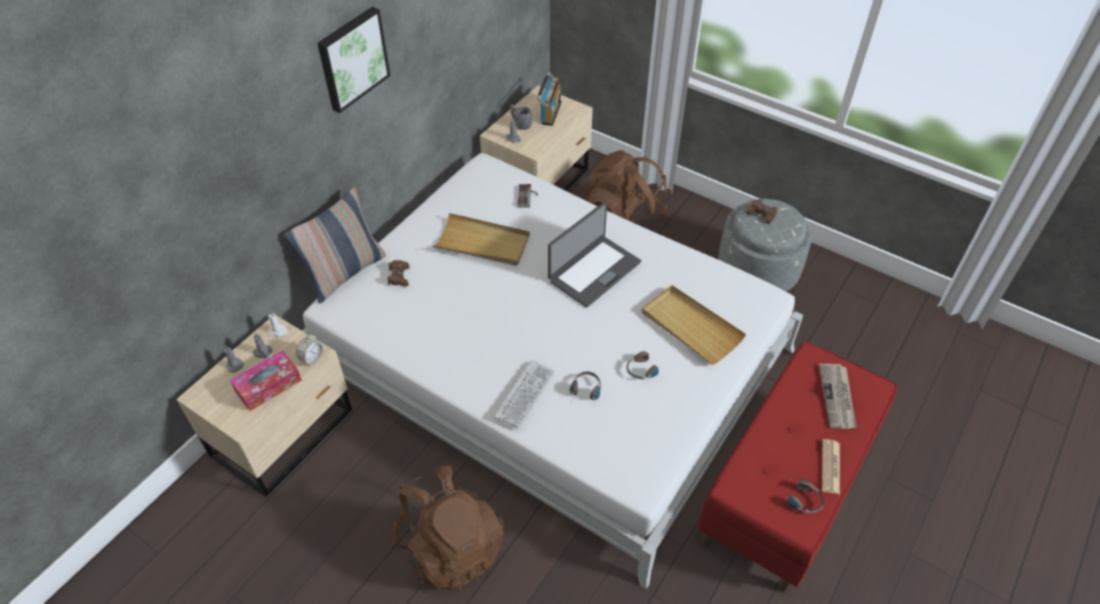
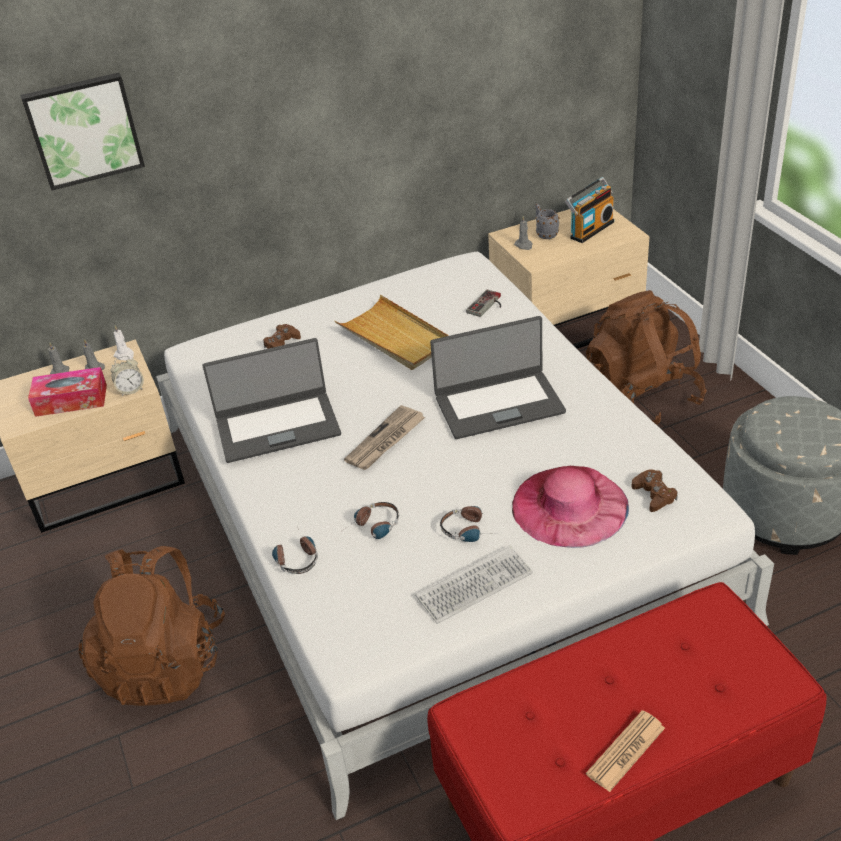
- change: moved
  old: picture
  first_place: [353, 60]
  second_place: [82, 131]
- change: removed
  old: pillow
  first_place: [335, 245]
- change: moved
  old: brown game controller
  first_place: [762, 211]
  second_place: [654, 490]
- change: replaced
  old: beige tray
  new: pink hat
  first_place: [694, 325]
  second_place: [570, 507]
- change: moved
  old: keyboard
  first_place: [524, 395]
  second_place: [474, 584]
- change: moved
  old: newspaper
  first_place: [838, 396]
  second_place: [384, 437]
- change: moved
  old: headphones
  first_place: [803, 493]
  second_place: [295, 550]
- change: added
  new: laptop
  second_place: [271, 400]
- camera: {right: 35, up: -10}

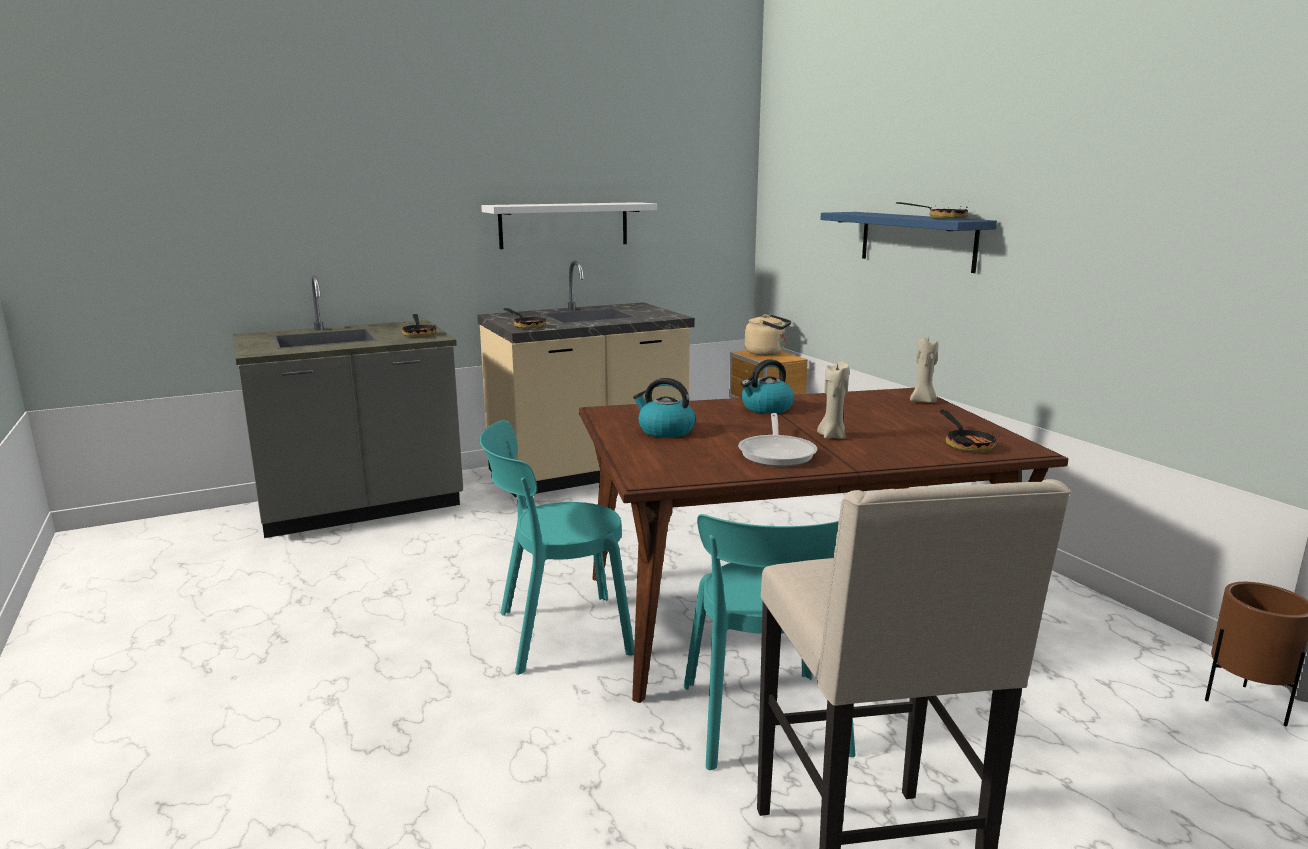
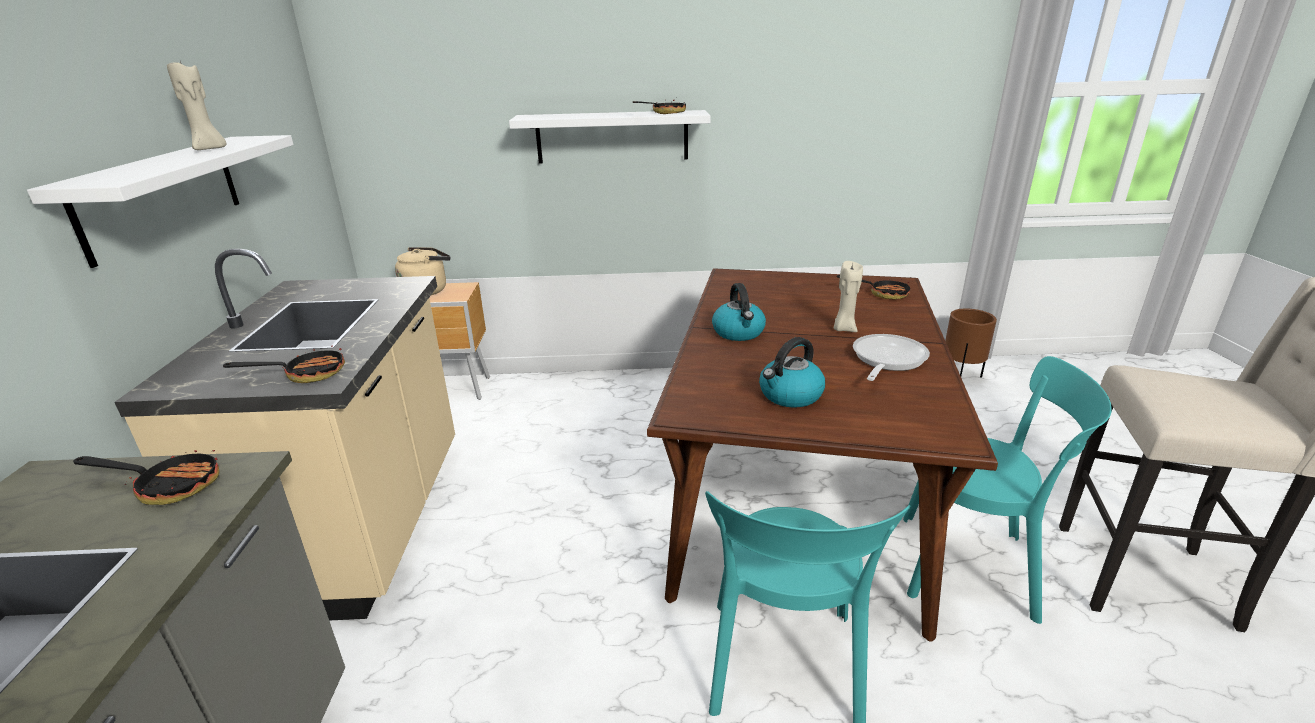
- change: recoloured
  old: blue shelf
  new: white shelf
  first_place: [908, 242]
  second_place: [610, 137]
- change: moved
  old: beige candle
  first_place: [924, 370]
  second_place: [197, 105]
- change: turned
  old: frying pan
  first_place: [777, 440]
  second_place: [891, 357]
  degrees: -90
- camera: {right: -65, up: 10}

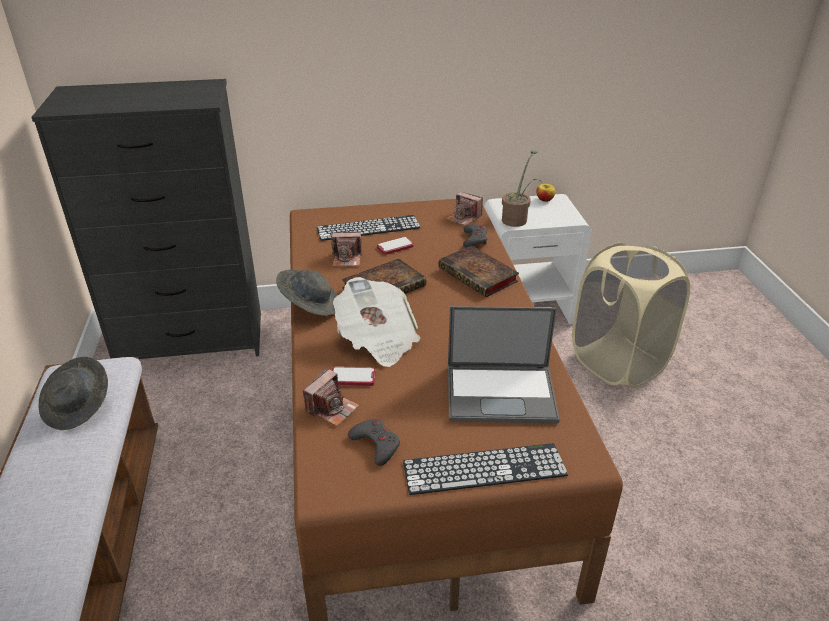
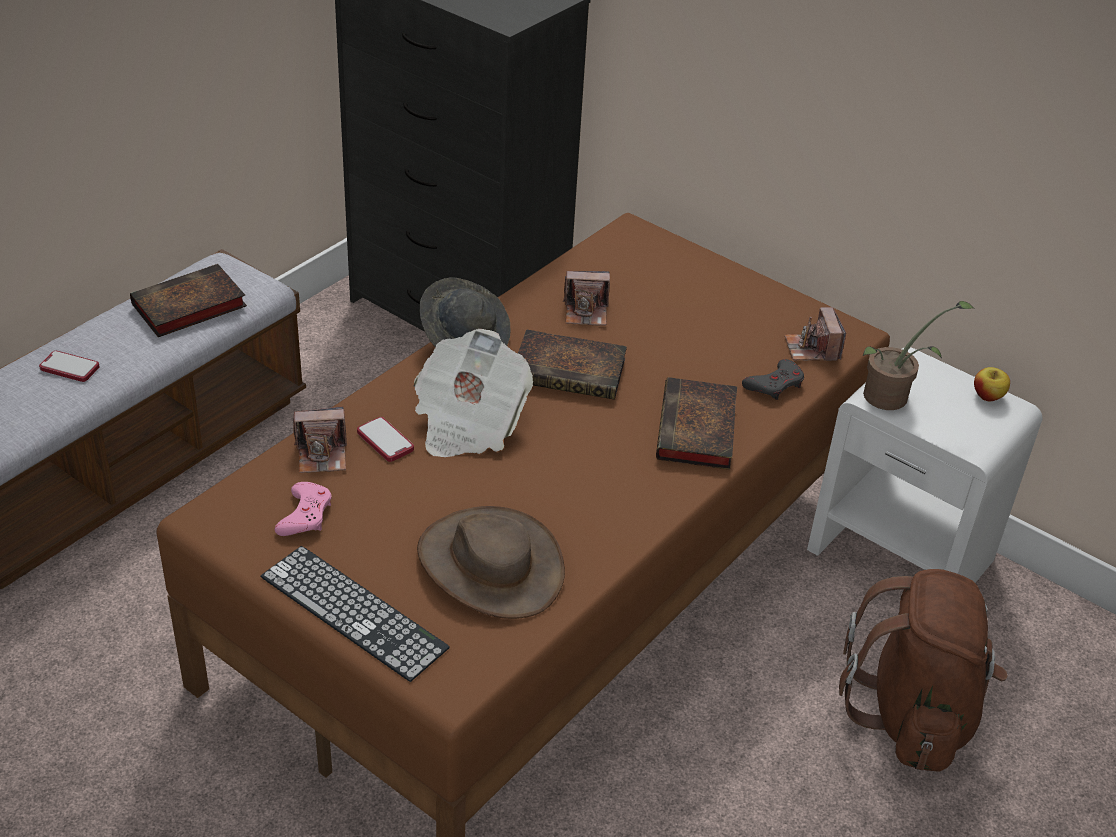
- change: removed
  old: keyboard
  first_place: [369, 228]
- change: turned
  old: photo camera
  first_place: [346, 249]
  second_place: [586, 298]
  degrees: -45
- change: moved
  old: phone
  first_place: [395, 246]
  second_place: [69, 366]
- change: replaced
  old: beige laundry basket
  new: brown backpack
  first_place: [631, 315]
  second_place: [923, 670]
- change: replaced
  old: laptop
  new: brown hat
  first_place: [504, 364]
  second_place: [491, 562]
- change: replaced
  old: grey hat
  new: book
  first_place: [73, 393]
  second_place: [188, 300]
- change: recoloured
  old: grey game controller
  new: pink game controller
  first_place: [374, 442]
  second_place: [303, 509]
- camera: {right: 45, up: 5}

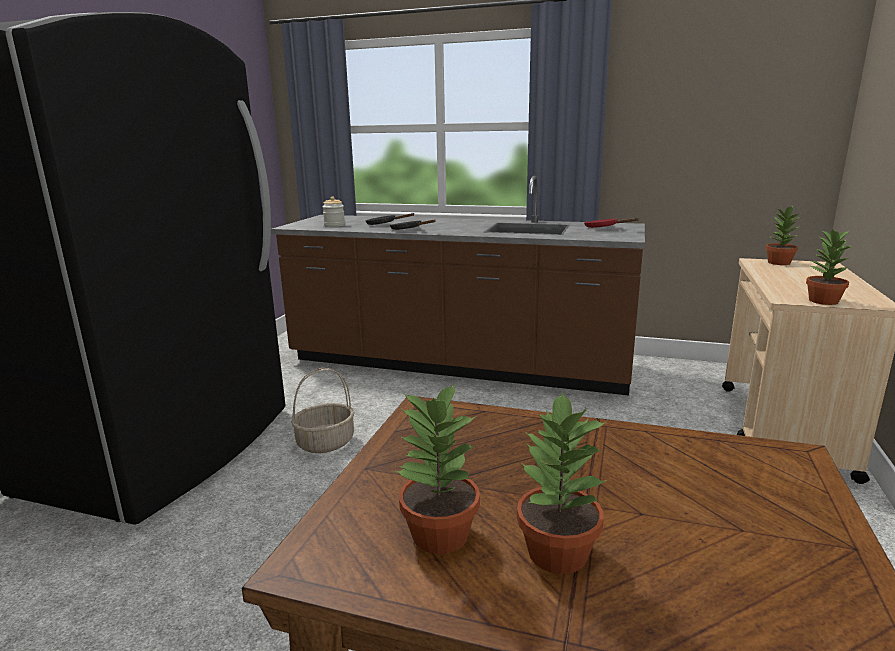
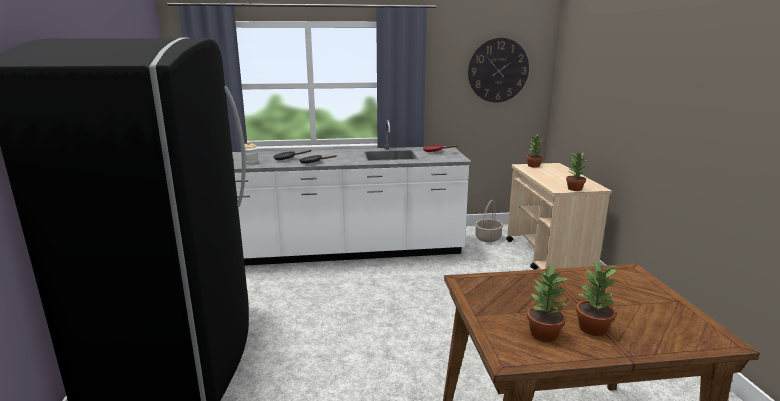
- change: recoloured
  old: brown counter
  new: white counter
  first_place: [458, 286]
  second_place: [352, 193]
- change: moved
  old: basket
  first_place: [323, 410]
  second_place: [489, 221]
- change: added
  new: wall clock
  second_place: [498, 70]
- camera: {right: -25, up: 0}

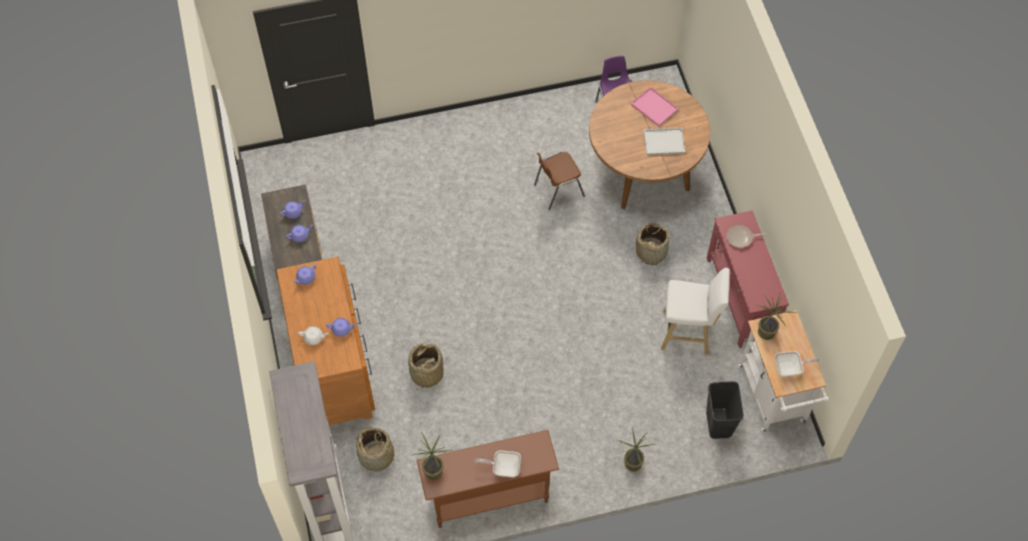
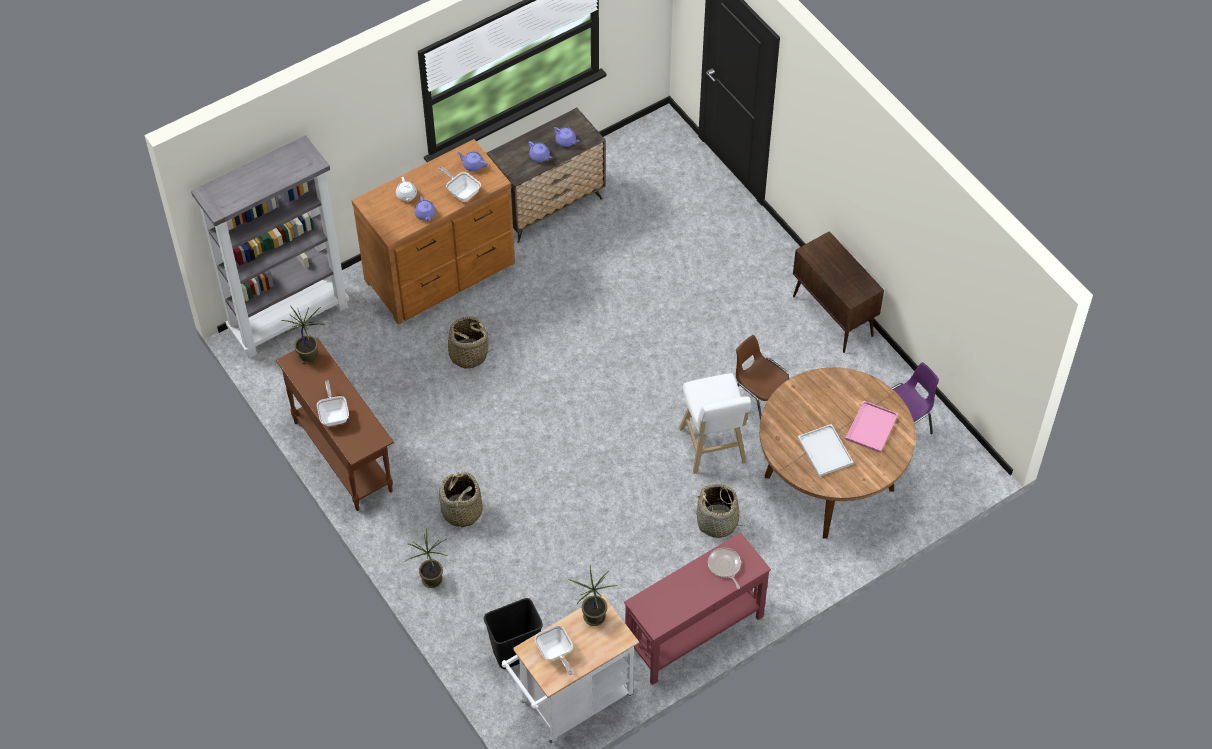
- change: moved
  old: white stool
  first_place: [695, 311]
  second_place: [715, 423]
- change: moved
  old: basket
  first_place: [375, 450]
  second_place: [461, 501]
- change: added
  new: frying pan
  second_place: [459, 184]
- change: added
  new: brown cabinet
  second_place: [838, 292]
- camera: {right: 70, up: -5}

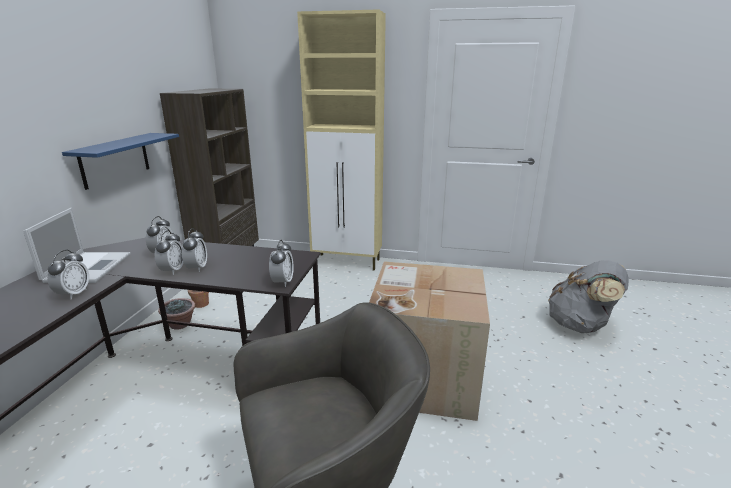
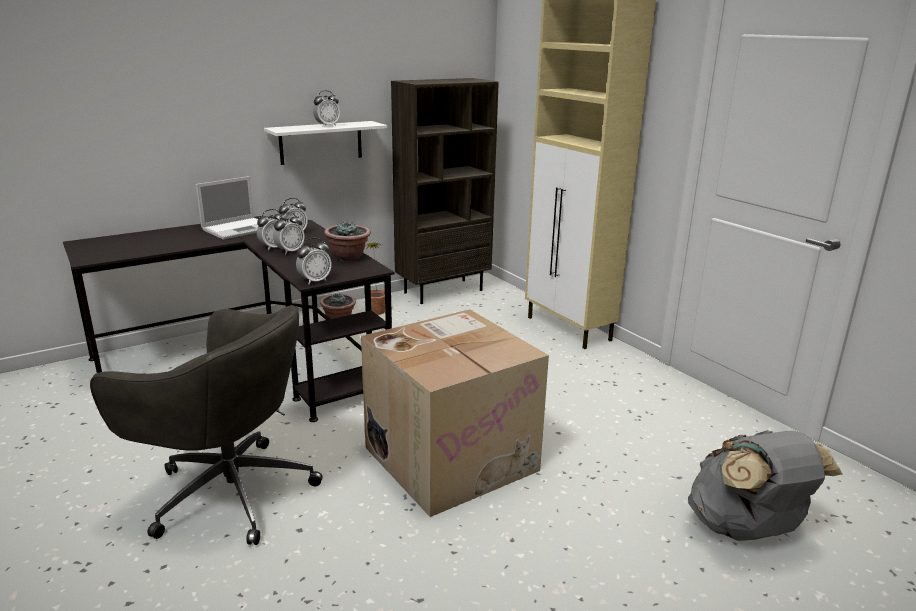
- change: recoloured
  old: blue shelf
  new: white shelf
  first_place: [120, 161]
  second_place: [325, 143]
- change: moved
  old: alarm clock
  first_place: [68, 274]
  second_place: [326, 108]
- change: added
  new: potted plant
  second_place: [347, 241]
- camera: {right: 45, up: 0}

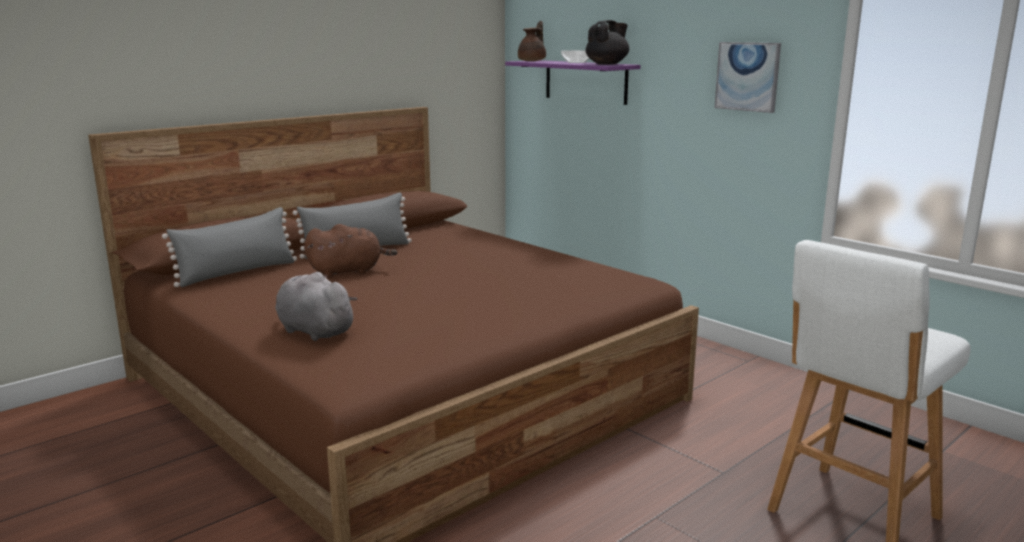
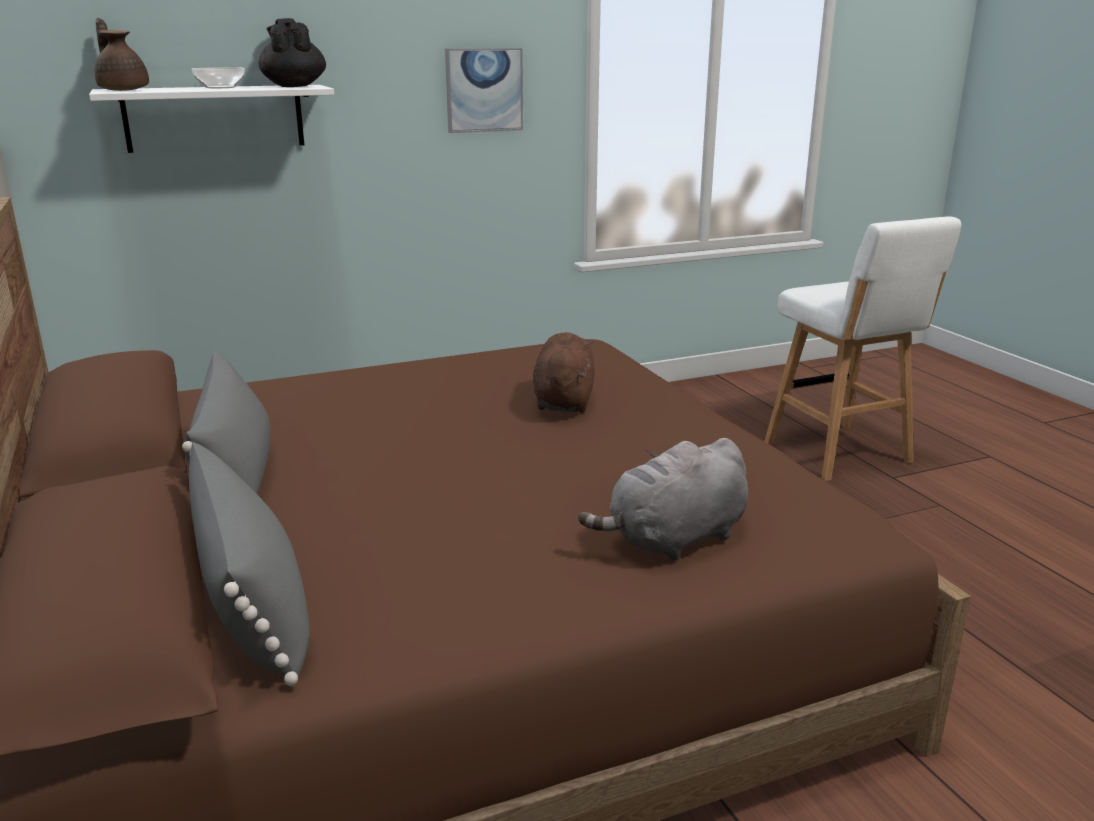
- change: recoloured
  old: purple shelf
  new: white shelf
  first_place: [572, 82]
  second_place: [211, 119]
- change: moved
  old: brown plush toy
  first_place: [350, 250]
  second_place: [564, 373]
- camera: {right: -70, up: 5}

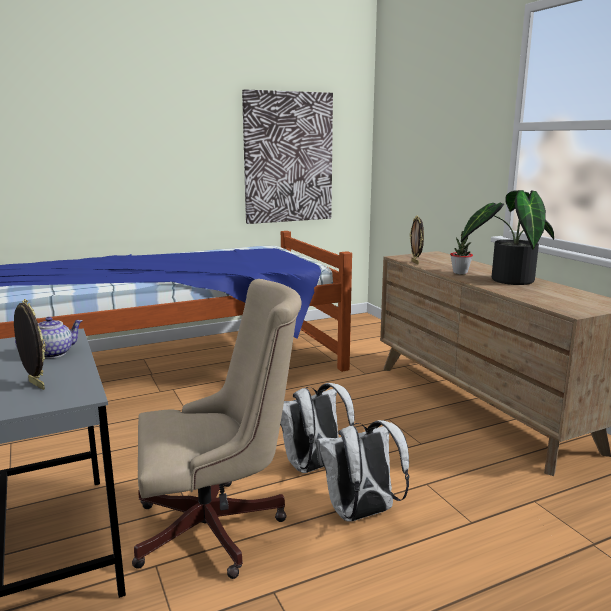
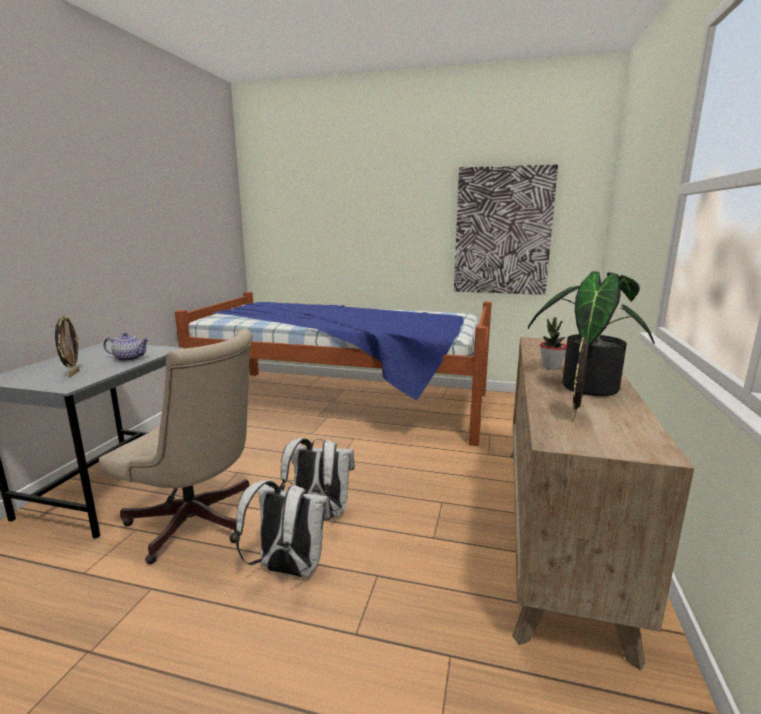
- change: moved
  old: picture frame
  first_place: [417, 239]
  second_place: [580, 379]
- camera: {right: 40, up: 0}

